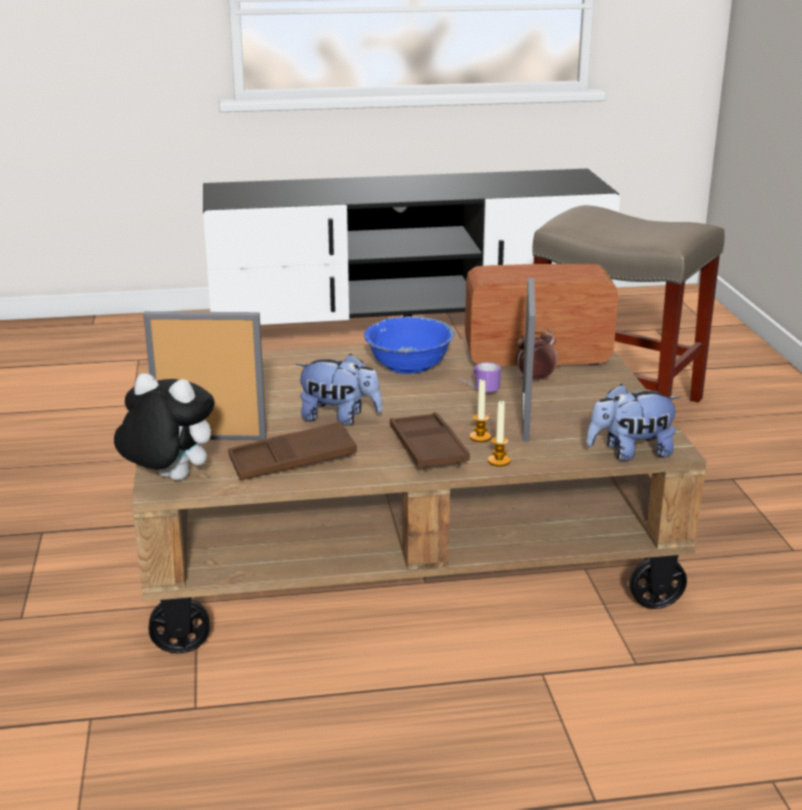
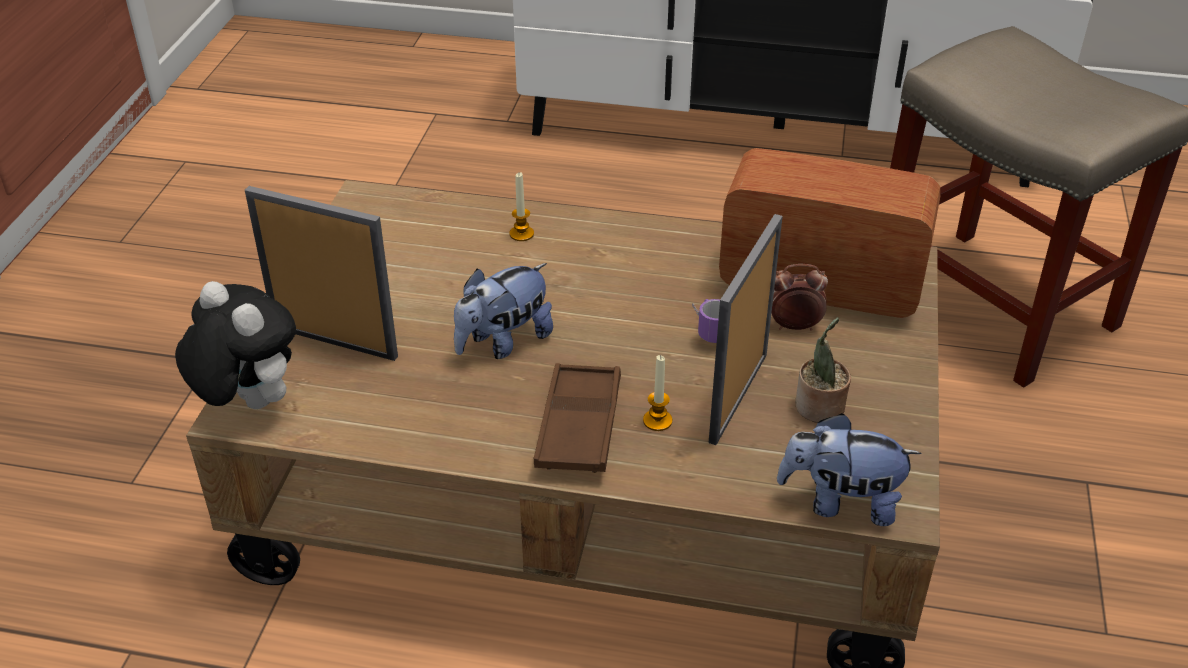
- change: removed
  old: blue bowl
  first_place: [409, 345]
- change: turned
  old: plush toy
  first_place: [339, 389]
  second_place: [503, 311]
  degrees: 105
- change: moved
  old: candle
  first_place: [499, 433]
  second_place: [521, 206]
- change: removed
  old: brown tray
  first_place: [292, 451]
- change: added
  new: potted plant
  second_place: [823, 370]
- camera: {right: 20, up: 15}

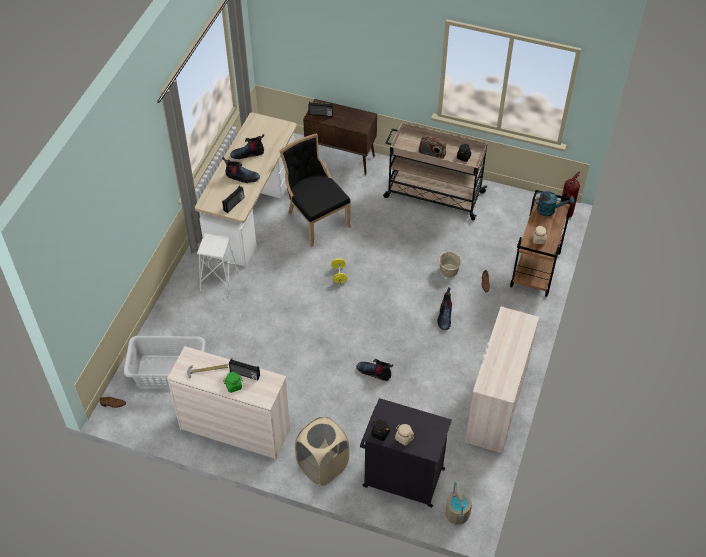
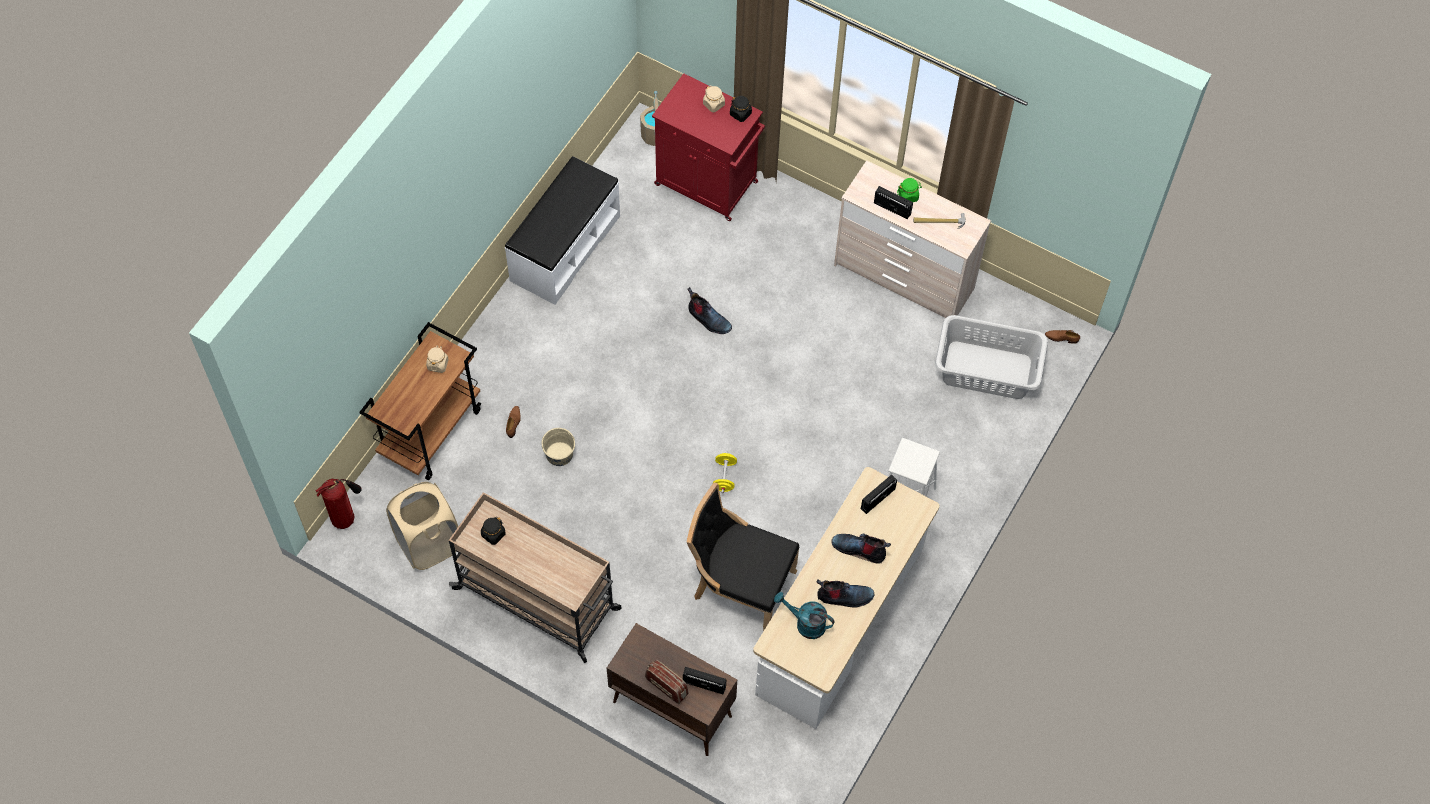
- change: turned
  old: black chair
  first_place: [315, 190]
  second_place: [743, 556]
  degrees: 135
- change: moved
  old: radio
  first_place: [432, 147]
  second_place: [667, 682]
- change: moved
  old: turquoise watering can
  first_place: [554, 203]
  second_place: [804, 615]
- change: removed
  old: boot
  first_place: [444, 308]
- change: replaced
  old: beige dresser
  new: white bench
  first_place: [502, 380]
  second_place: [562, 230]
- change: recoloured
  old: black cabinet
  new: red cabinet
  first_place: [406, 453]
  second_place: [708, 147]
- change: moved
  old: beige laundry basket
  first_place: [322, 451]
  second_place: [422, 526]
- camera: {right: -170, up: 10}

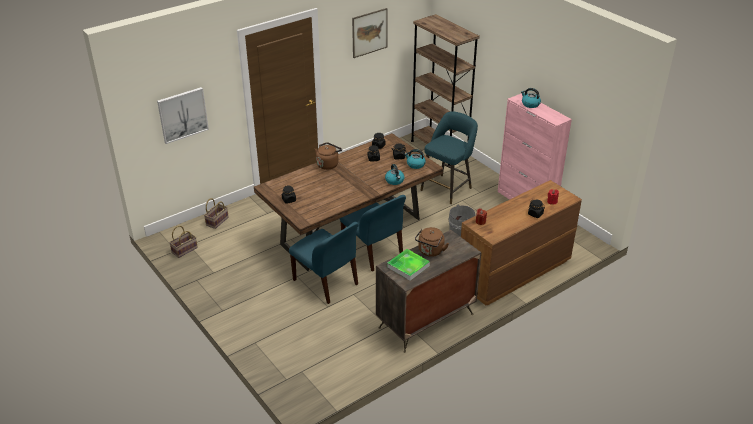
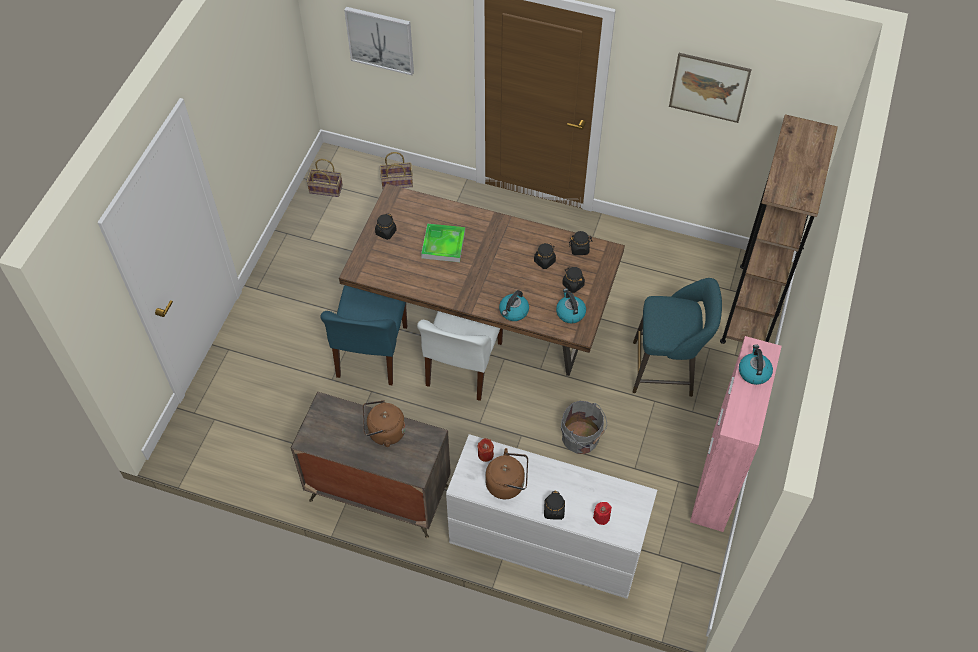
- change: moved
  old: brown kettle
  first_place: [328, 156]
  second_place: [506, 473]
- change: recoloured
  old: brown dresser
  new: white dresser
  first_place: [521, 243]
  second_place: [551, 516]
- change: recoloured
  old: blue chair
  new: white chair
  first_place: [373, 233]
  second_place: [460, 356]
- change: moved
  old: tray
  first_place: [408, 265]
  second_place: [443, 242]
- camera: {right: 55, up: 20}

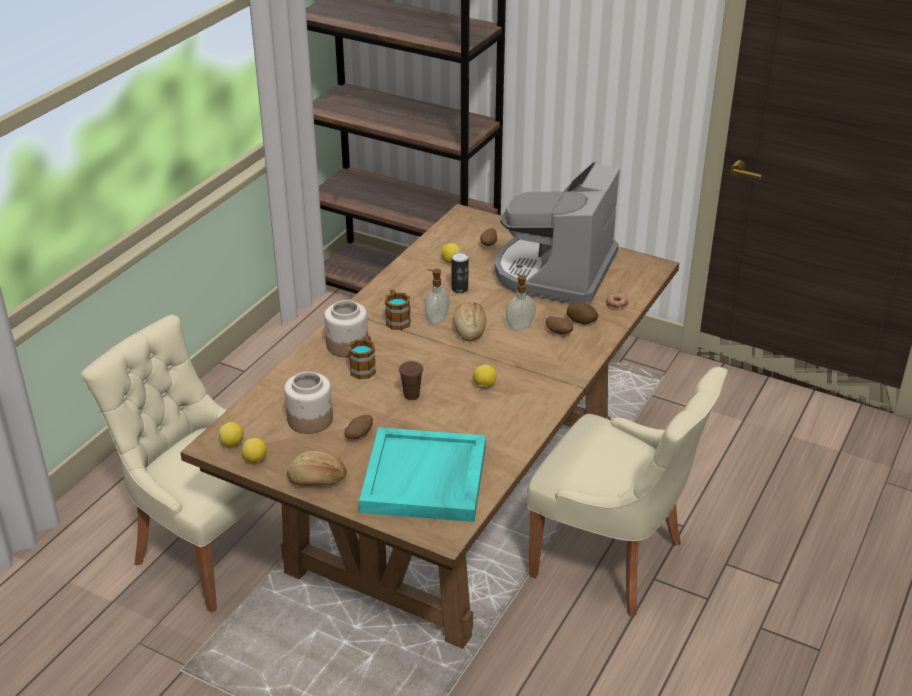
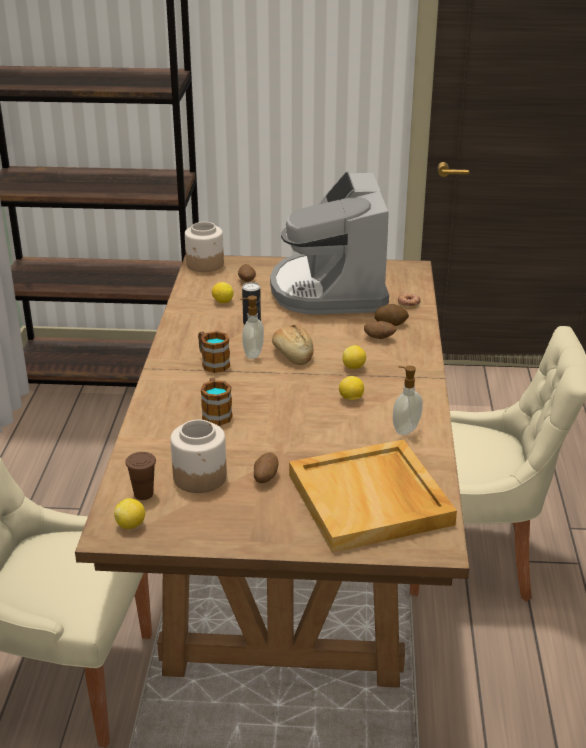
- change: moved
  old: soap dispenser
  first_place: [521, 302]
  second_place: [408, 400]
- change: moved
  old: jar
  first_place: [346, 329]
  second_place: [204, 247]
- change: moved
  old: brown cup
  first_place: [411, 380]
  second_place: [140, 476]
- change: recoloured
  old: turquoise tray
  new: beige tray
  first_place: [422, 474]
  second_place: [373, 496]
- change: moved
  old: lemon
  first_place: [254, 450]
  second_place: [354, 357]
- change: removed
  old: bread
  first_place: [317, 468]
- camera: {right: -25, up: -5}

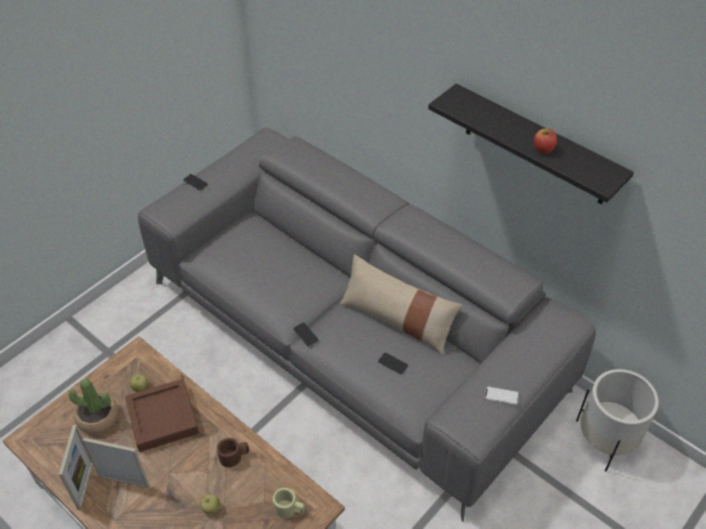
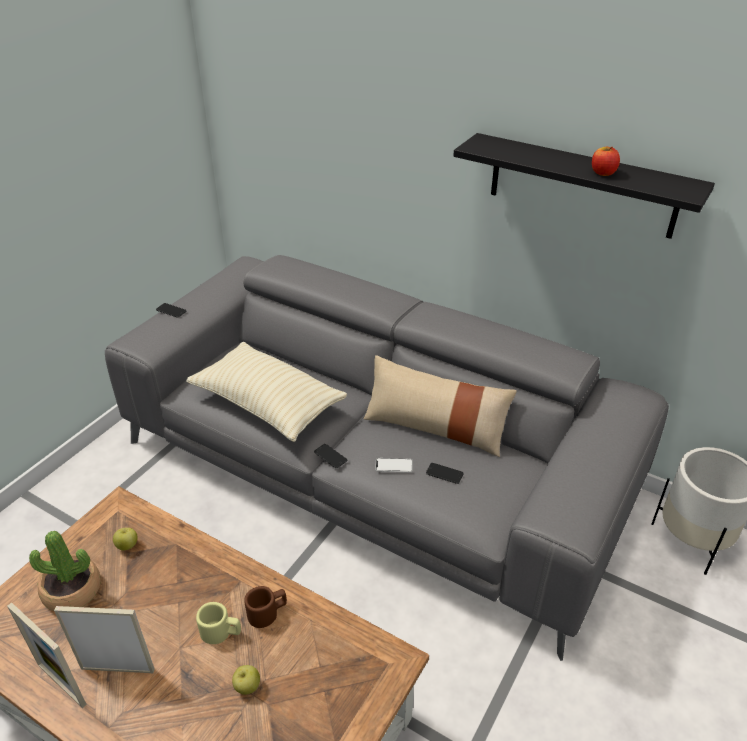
- change: removed
  old: brown tray
  first_place: [162, 415]
- change: moved
  old: phone
  first_place: [502, 395]
  second_place: [394, 465]
- change: turned
  old: picture frame
  first_place: [76, 467]
  second_place: [47, 655]
  degrees: 135
- change: moved
  old: beige mug
  first_place: [289, 503]
  second_place: [218, 623]
- change: added
  new: beige pillow
  second_place: [266, 392]
- camera: {right: -10, up: -10}

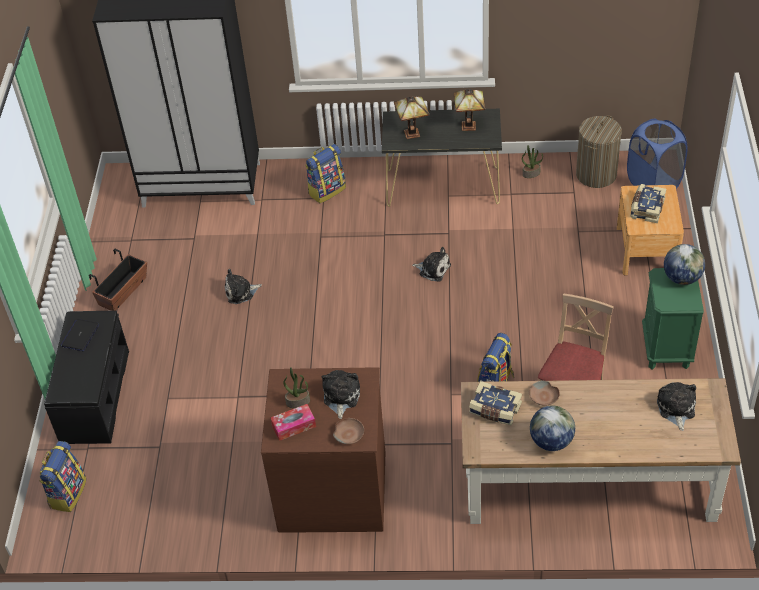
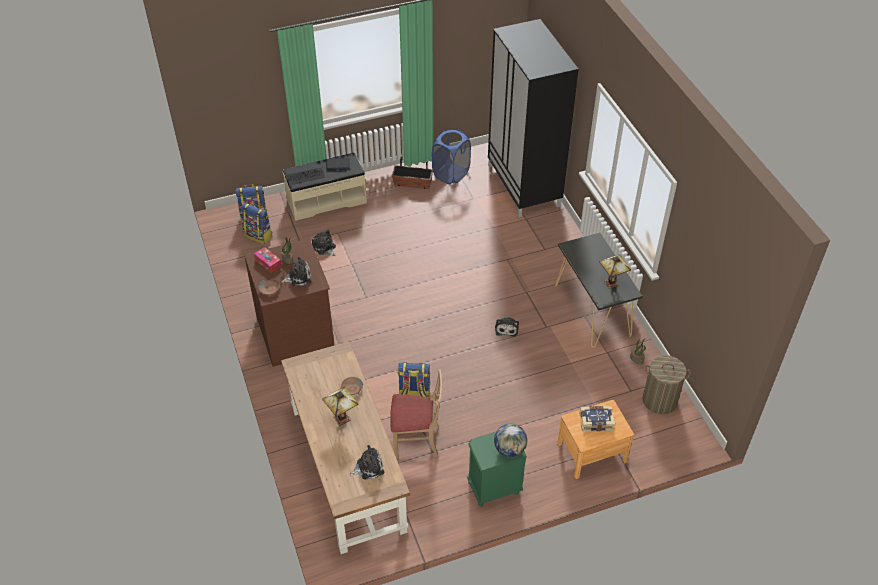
- change: moved
  old: table lamp
  first_place: [412, 117]
  second_place: [340, 406]
- change: moved
  old: blue laundry basket
  first_place: [657, 153]
  second_place: [451, 156]
- change: moved
  old: backpack
  first_place: [325, 173]
  second_place: [256, 223]
- change: moved
  old: plush toy
  first_place: [243, 286]
  second_place: [324, 242]
- change: recoloured
  old: black bench
  new: beige bench
  first_place: [86, 377]
  second_place: [325, 186]
- change: removed
  old: book
  first_place: [495, 403]
- change: removed
  old: globe
  first_place: [552, 428]
- change: added
  new: keyboard
  second_place: [306, 176]
- camera: {right: 65, up: 0}

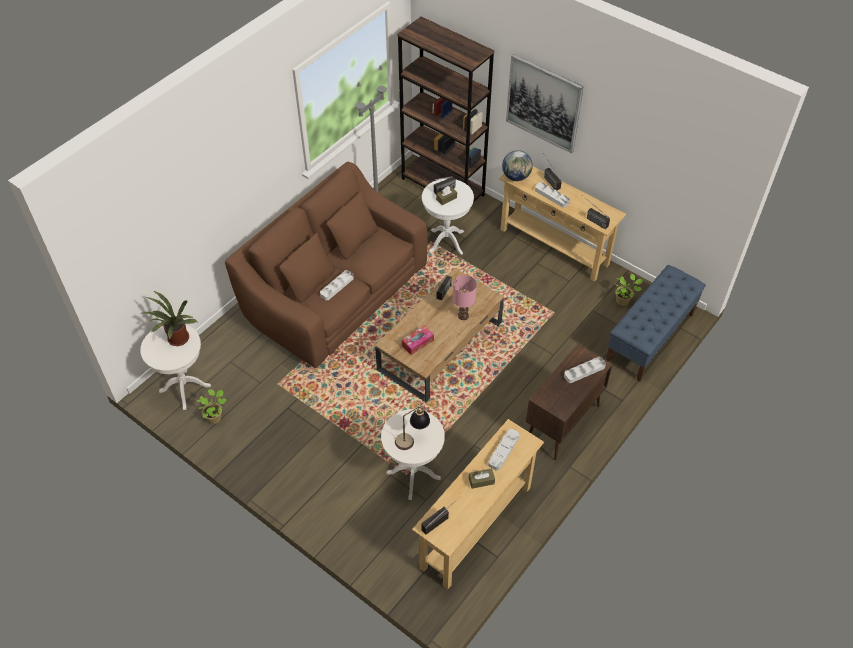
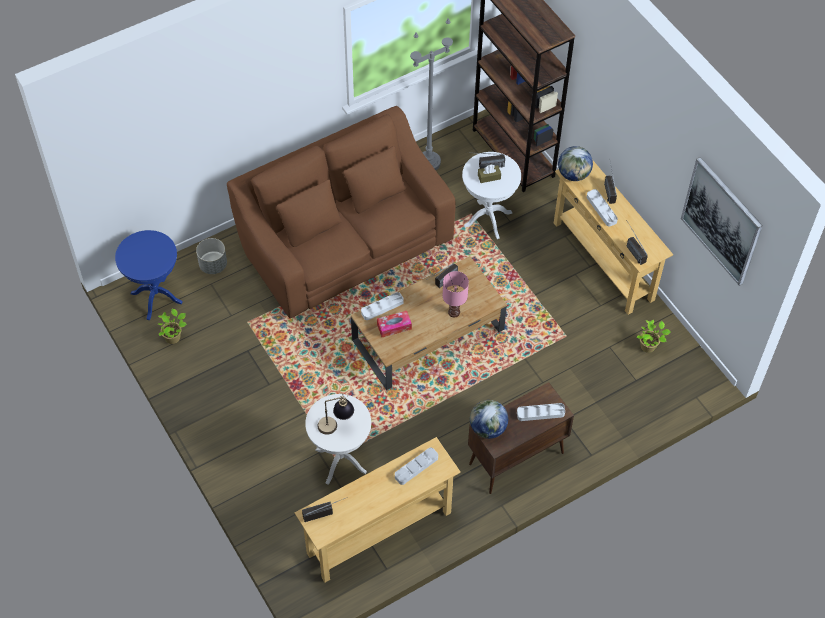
- change: moved
  old: picture
  first_place: [545, 103]
  second_place: [722, 221]
- change: removed
  old: blue bench
  first_place: [656, 323]
- change: moved
  old: white tray
  first_place: [337, 285]
  second_place: [382, 306]
- change: removed
  old: potted plant
  first_place: [168, 318]
- change: recoloured
  old: white side table
  new: blue side table
  first_place: [175, 367]
  second_place: [149, 275]
- change: removed
  old: brown tissue box
  first_place: [482, 478]
- change: added
  new: grey planter
  second_place: [211, 256]
- change: added
  new: globe
  second_place: [489, 419]
- camera: {right: 20, up: 5}

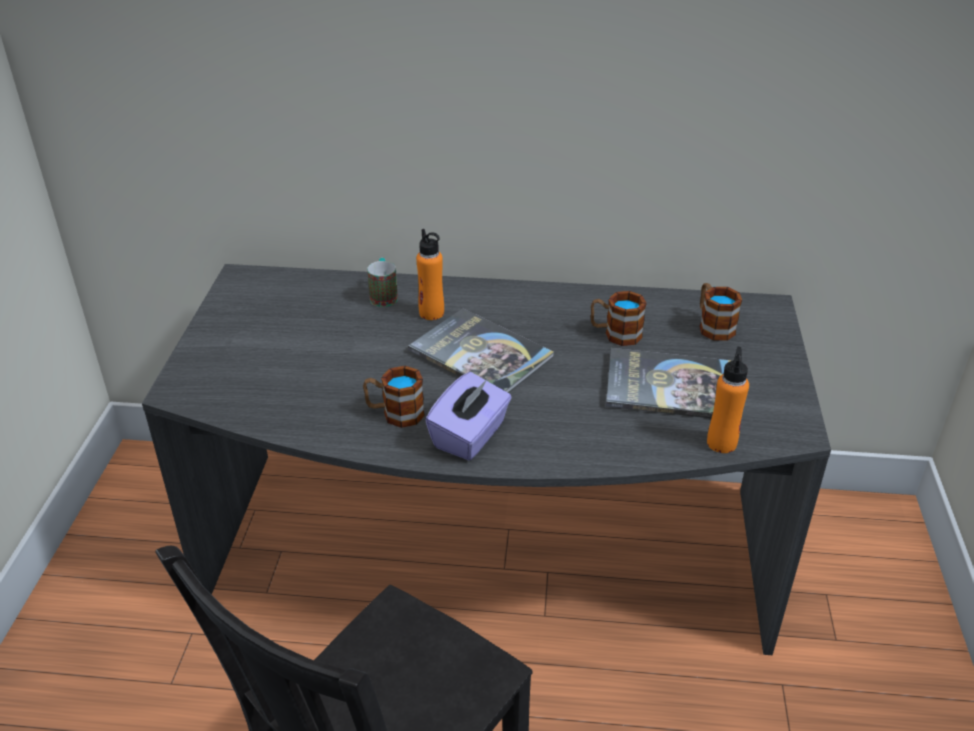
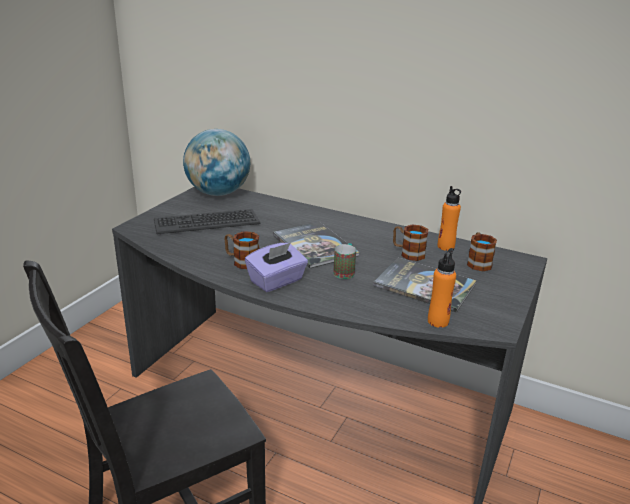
- change: moved
  old: orange bottle
  first_place: [430, 274]
  second_place: [449, 218]
- change: moved
  old: mug
  first_place: [382, 282]
  second_place: [344, 261]
- change: added
  new: globe
  second_place: [216, 162]
- change: added
  new: keyboard
  second_place: [207, 221]
- camera: {right: 20, up: -10}

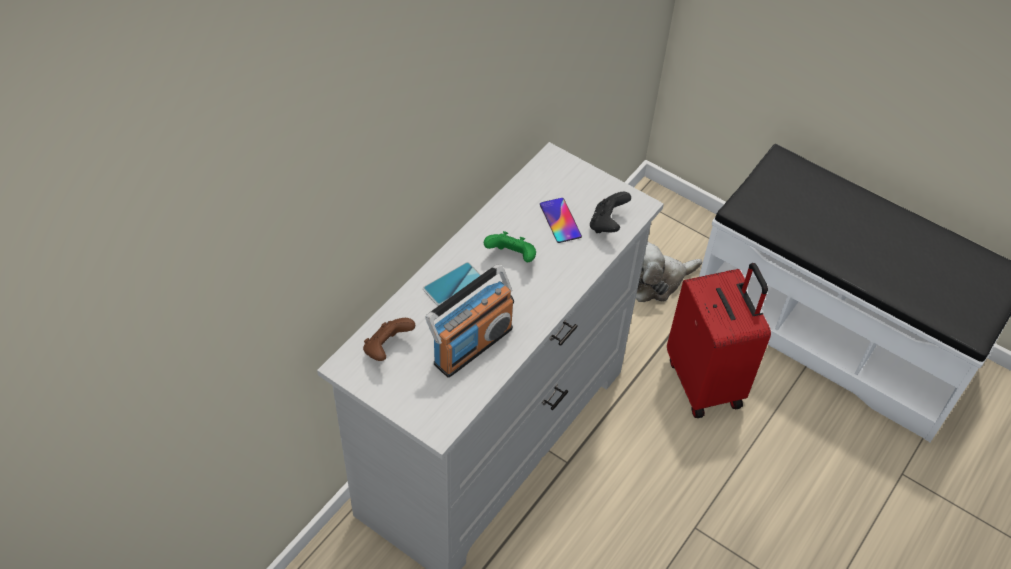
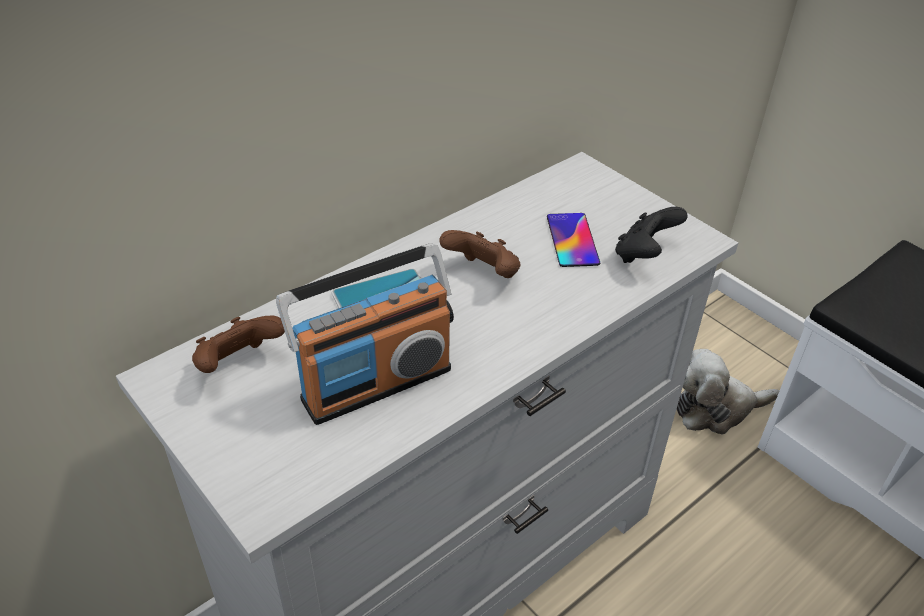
- change: recoloured
  old: green game controller
  new: brown game controller
  first_place: [510, 246]
  second_place: [479, 254]
- change: removed
  old: red suitcase
  first_place: [719, 340]
- camera: {right: 15, up: -10}

